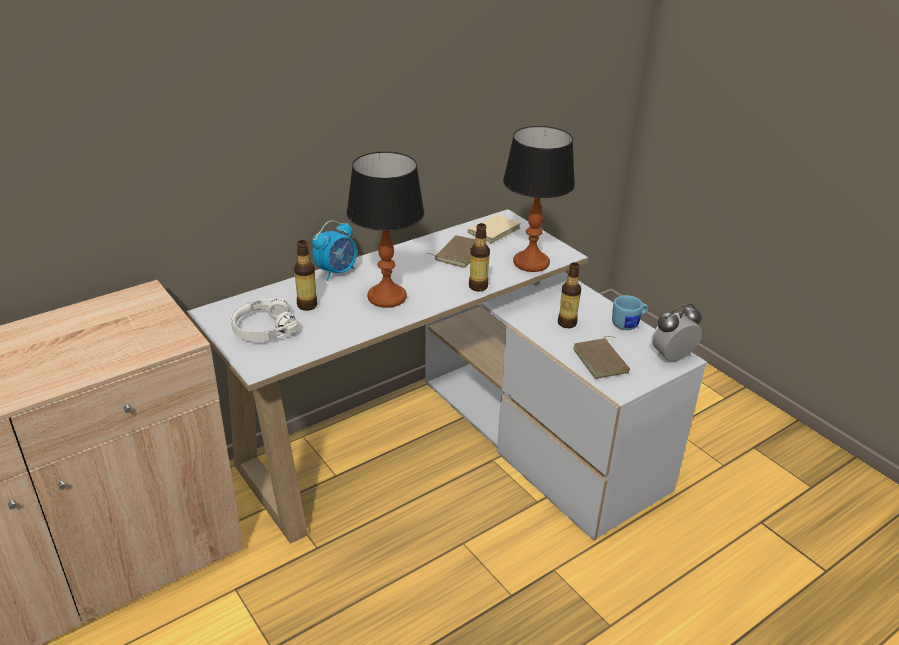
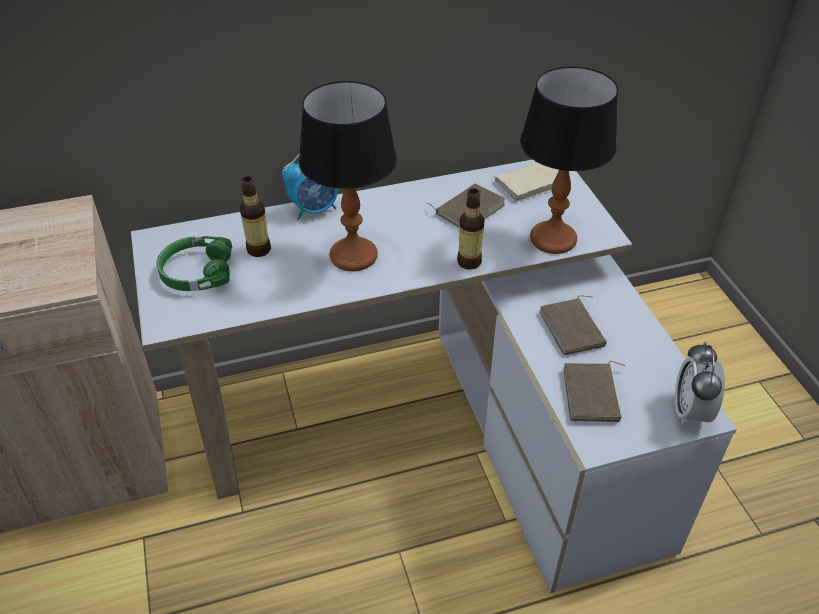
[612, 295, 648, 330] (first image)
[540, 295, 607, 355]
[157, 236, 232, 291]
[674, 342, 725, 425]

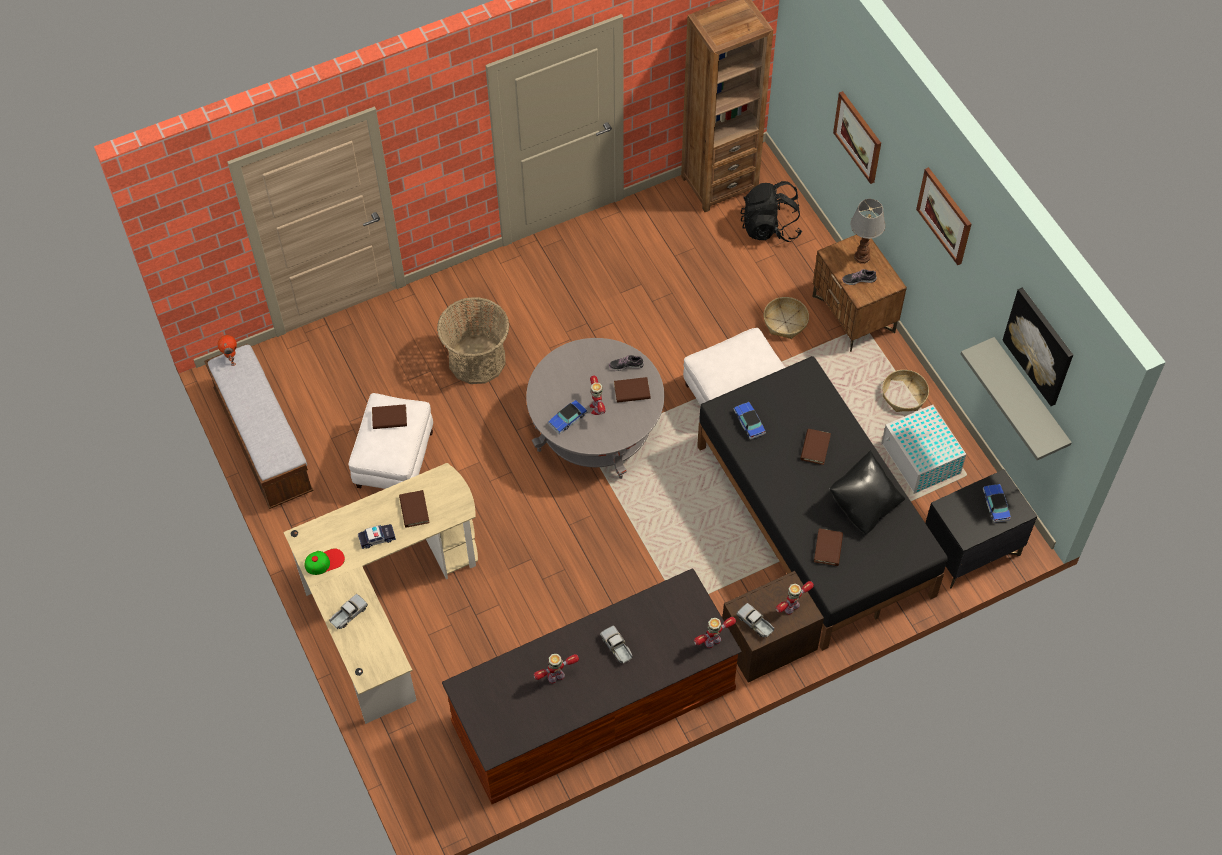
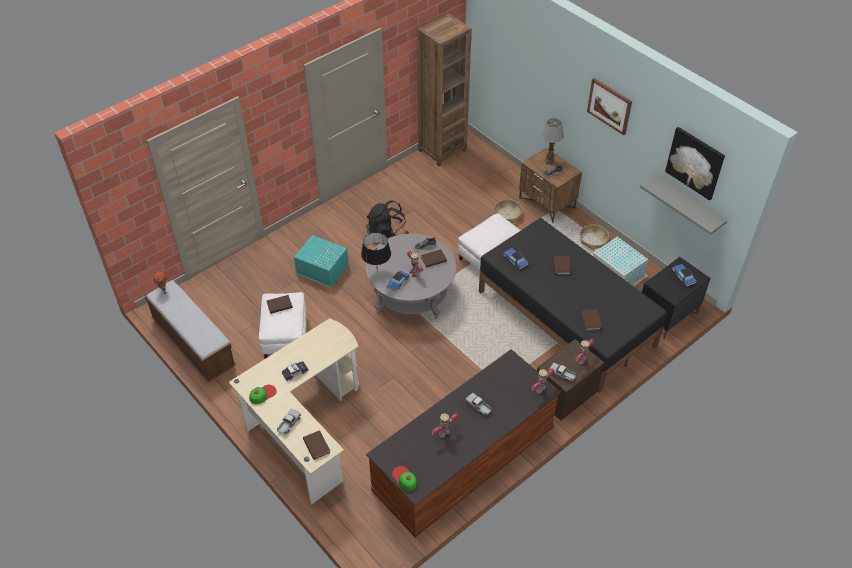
[830, 450, 905, 534] (first image)
[833, 91, 881, 184] (first image)
[361, 232, 391, 265]
[392, 466, 417, 491]
[303, 430, 330, 460]
[366, 200, 409, 239]
[294, 235, 349, 287]

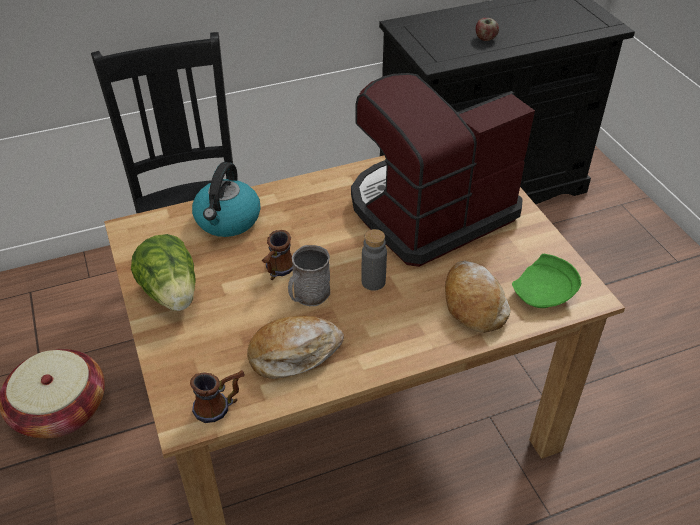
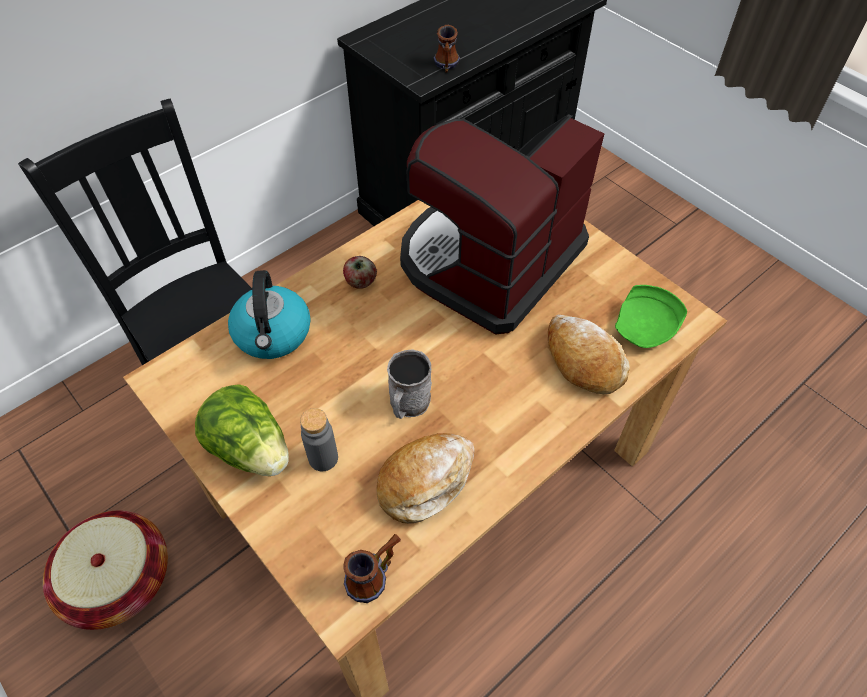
[434, 25, 460, 72]
[300, 408, 338, 471]
[343, 256, 377, 289]

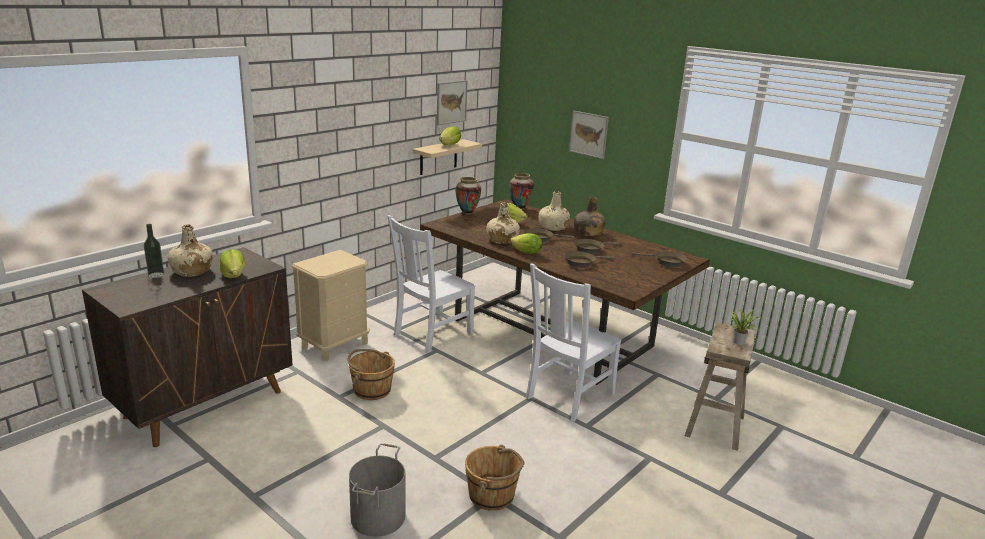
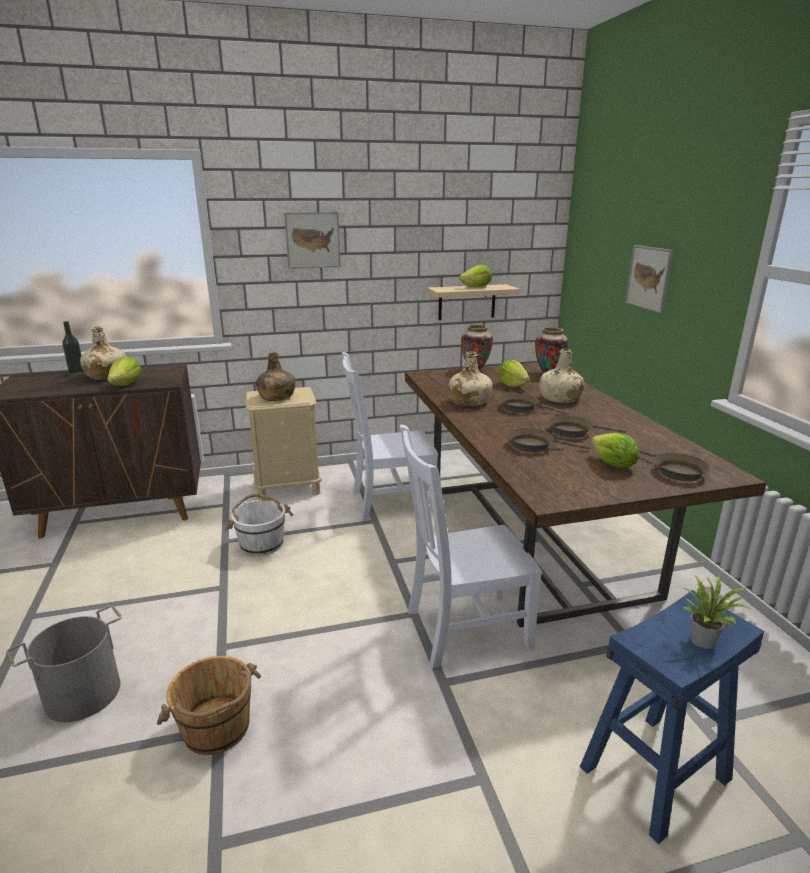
[284, 212, 341, 269]
[592, 433, 639, 468]
[256, 352, 295, 401]
[225, 494, 293, 556]
[580, 590, 764, 844]

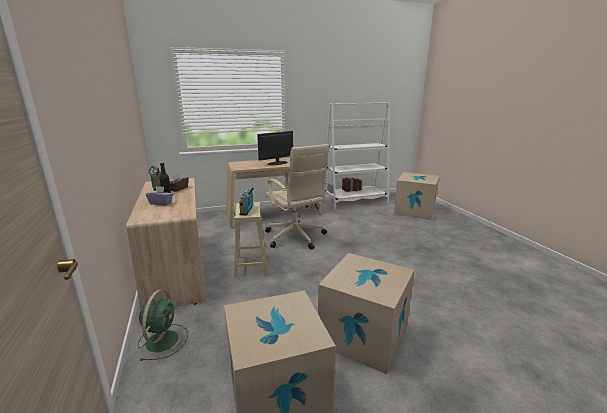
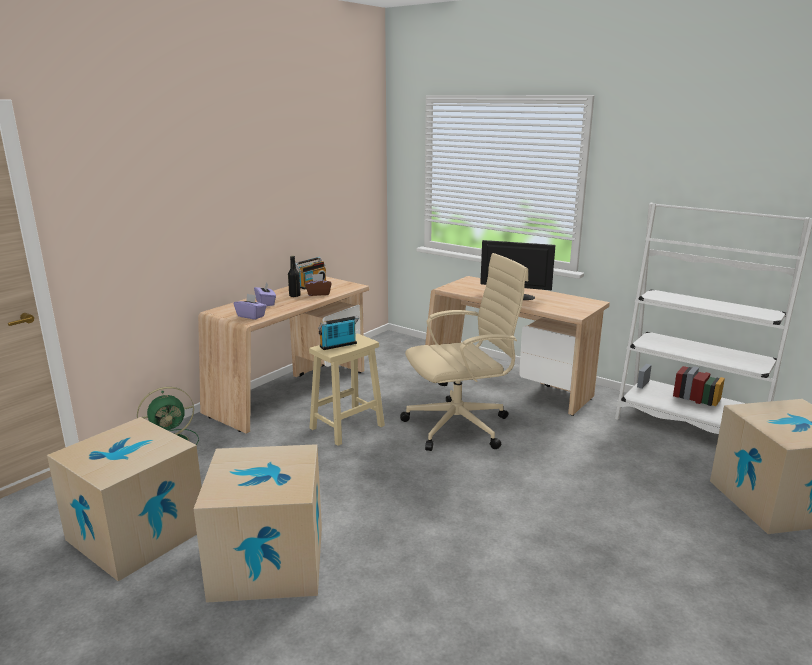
[234, 294, 267, 320]
[400, 253, 528, 451]

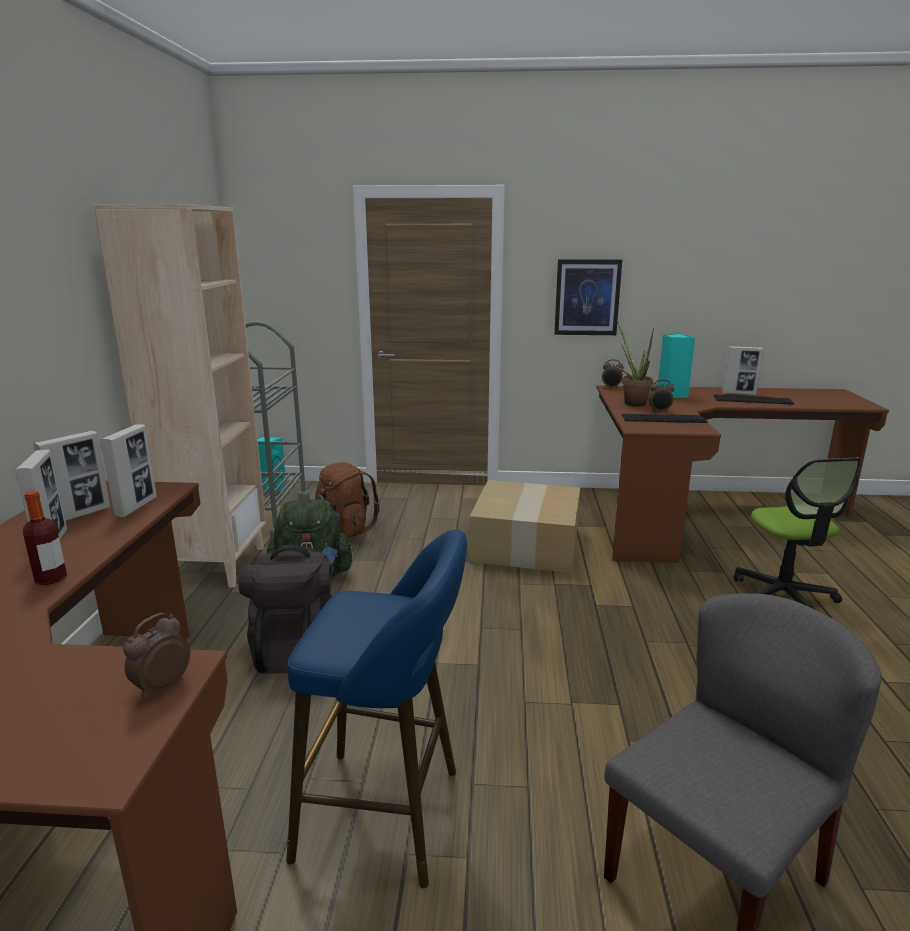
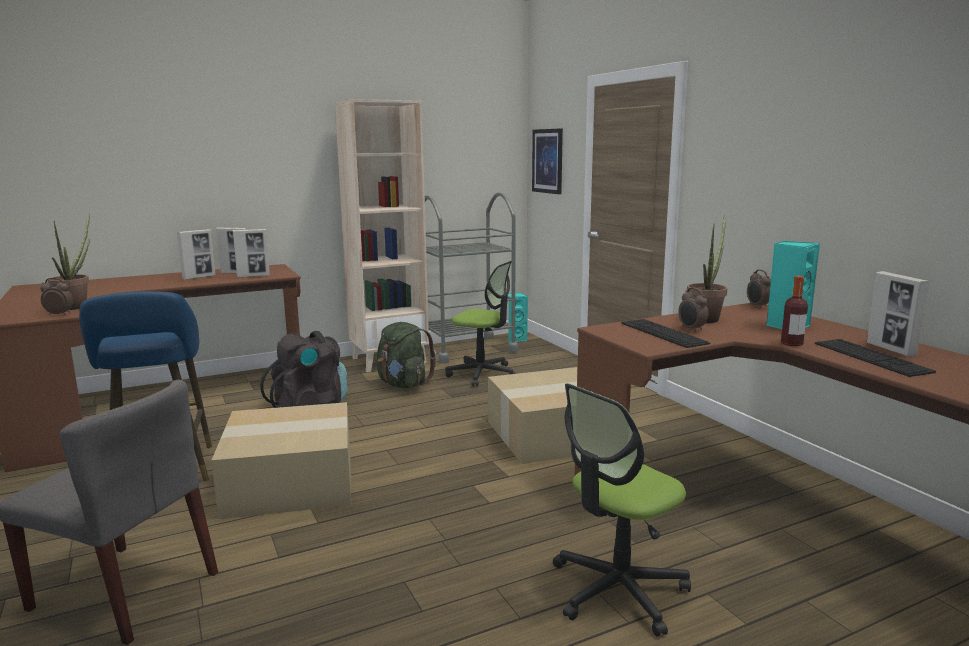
[48, 214, 90, 310]
[211, 402, 351, 519]
[781, 276, 808, 346]
[532, 128, 563, 194]
[445, 261, 516, 387]

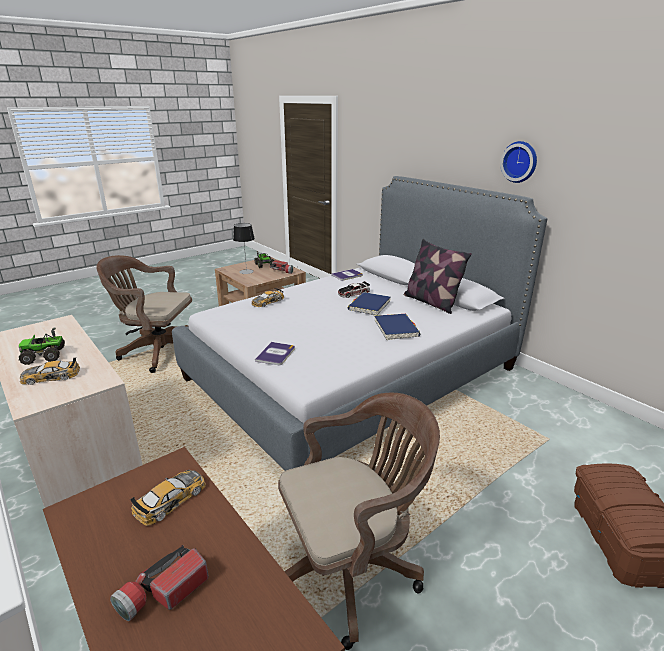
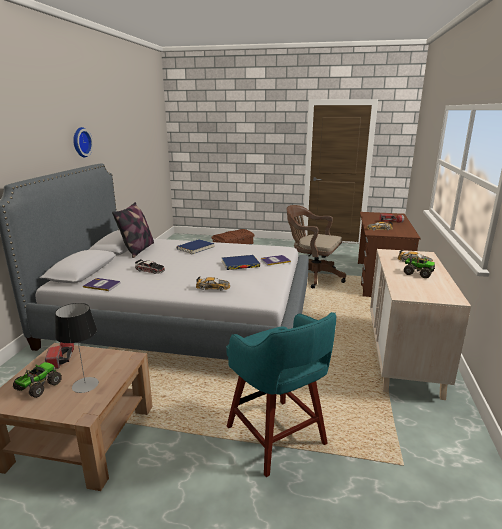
[222, 255, 260, 270]
[226, 312, 336, 477]

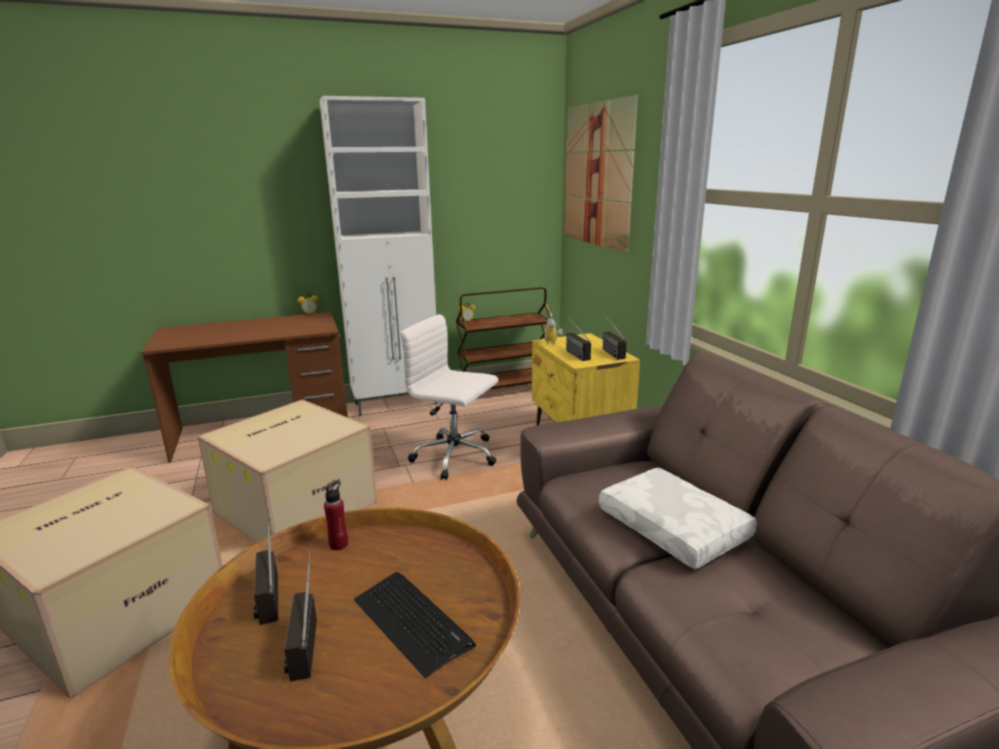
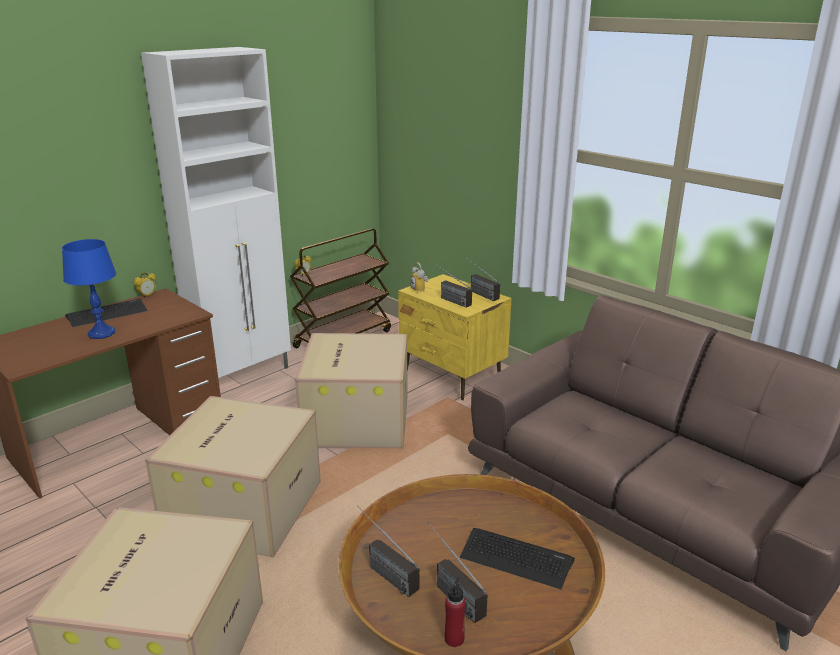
[564, 95, 638, 252] (first image)
[599, 467, 757, 569] (first image)
[62, 239, 116, 339]
[65, 299, 147, 327]
[444, 577, 466, 647]
[295, 333, 408, 448]

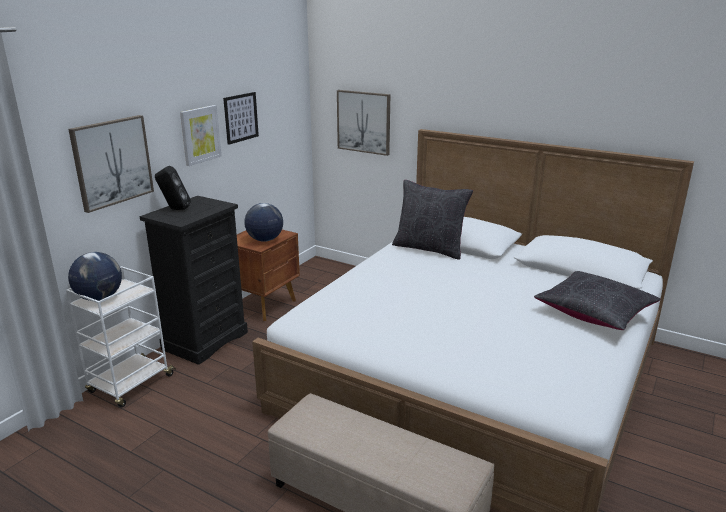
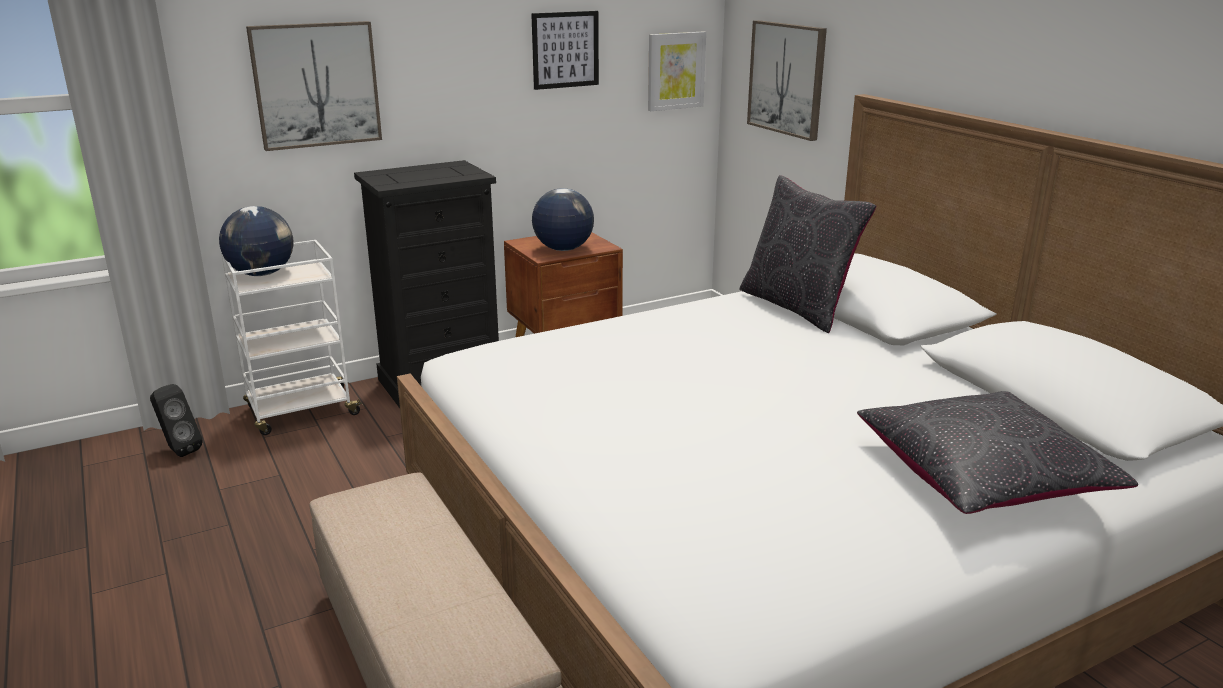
[150, 384, 203, 457]
[648, 32, 706, 111]

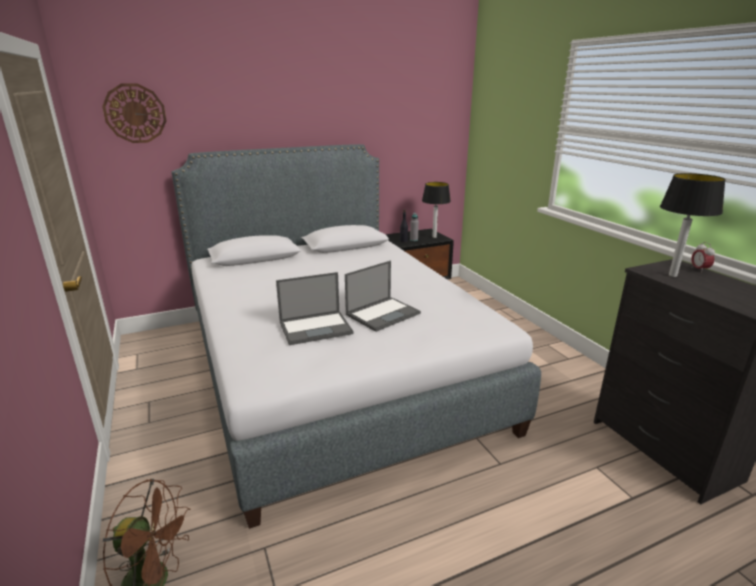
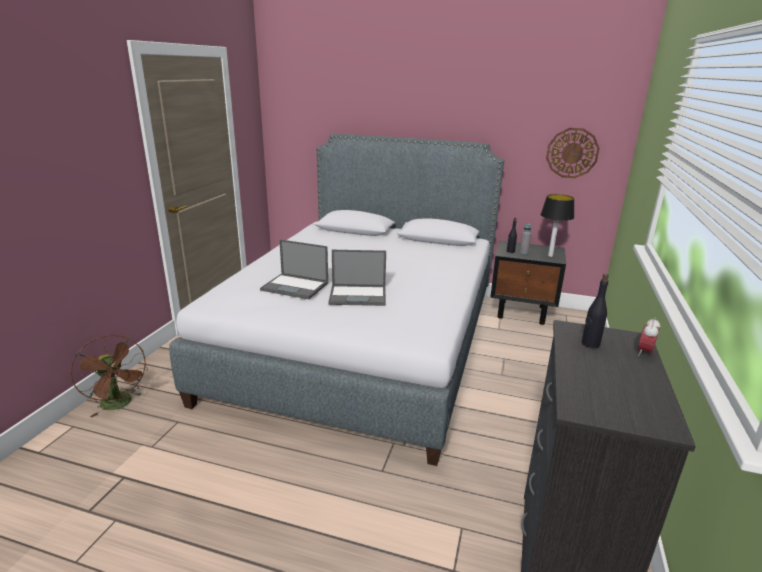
[546, 128, 600, 178]
[582, 274, 609, 348]

